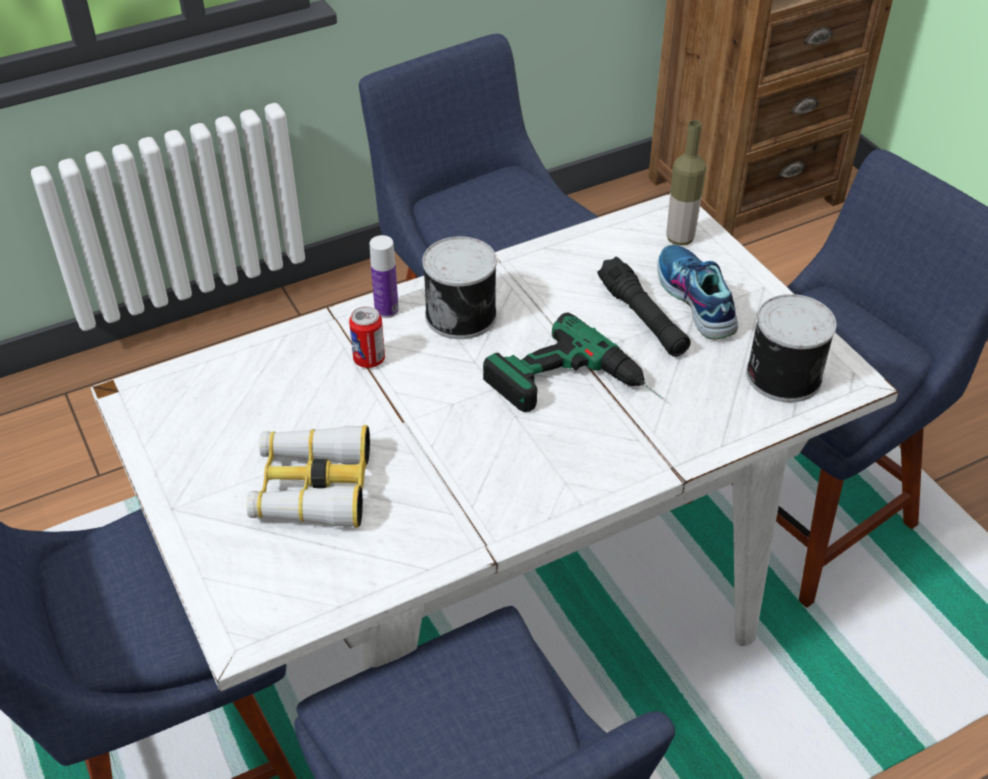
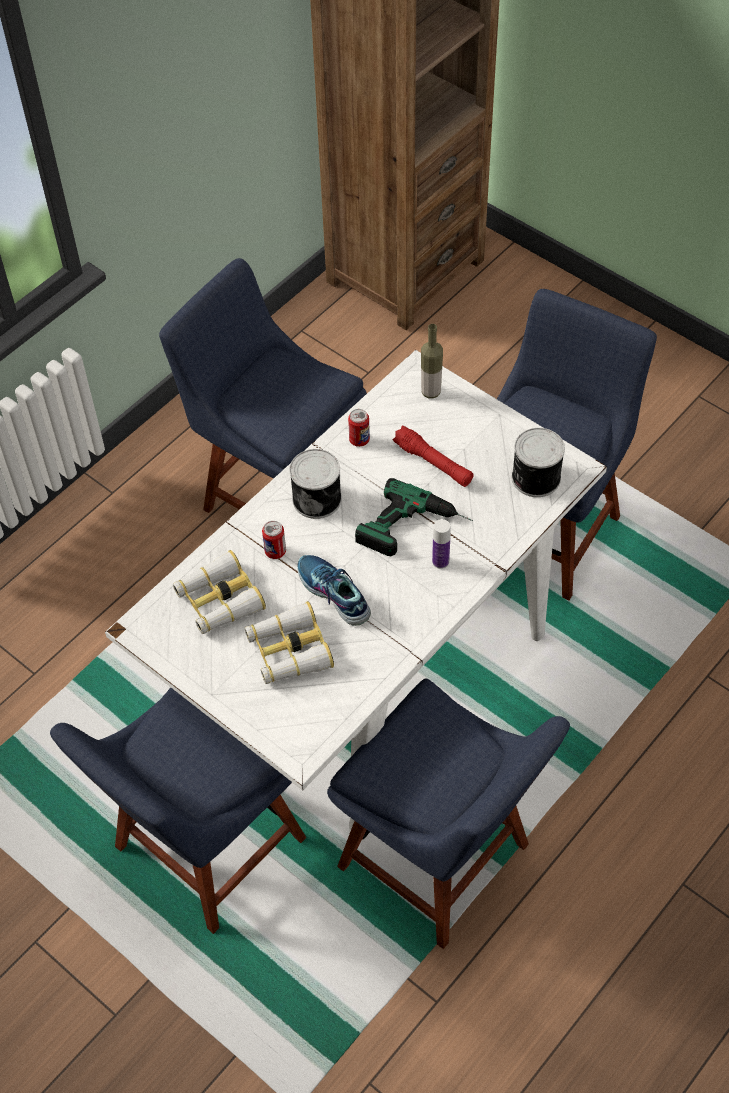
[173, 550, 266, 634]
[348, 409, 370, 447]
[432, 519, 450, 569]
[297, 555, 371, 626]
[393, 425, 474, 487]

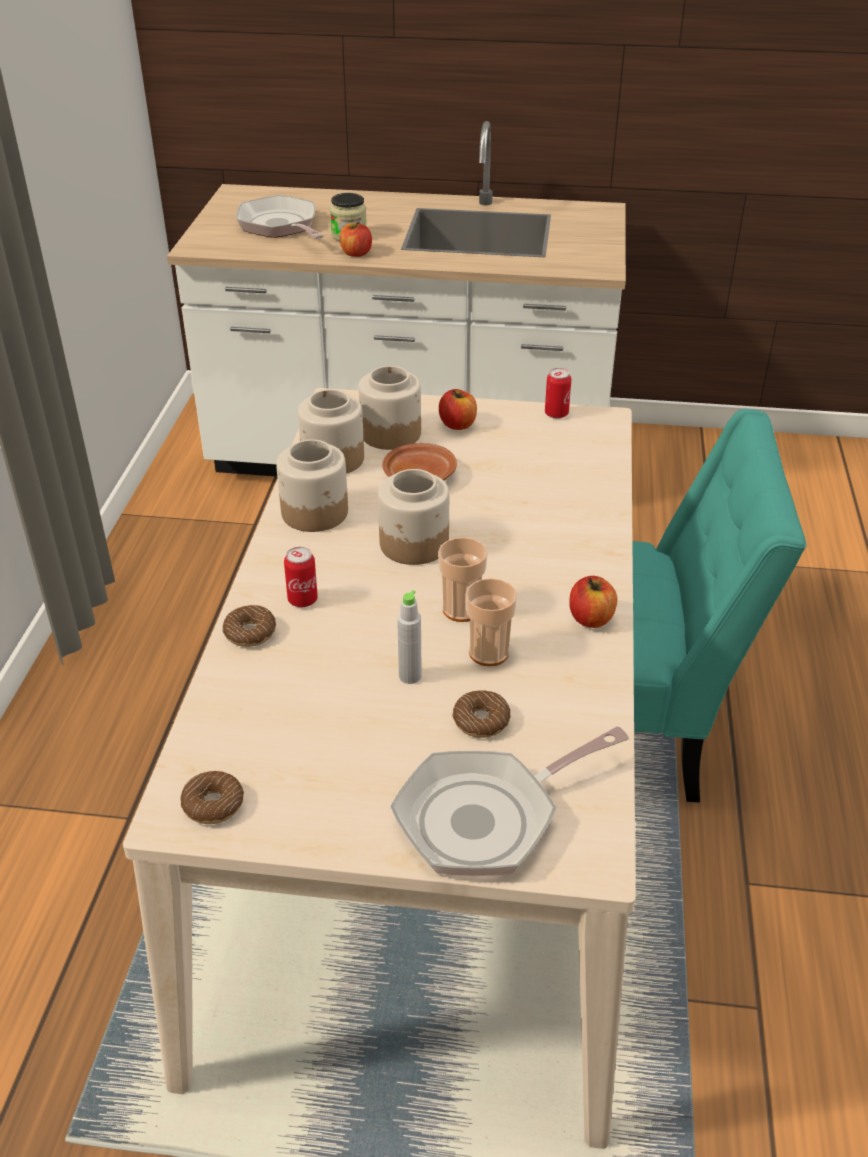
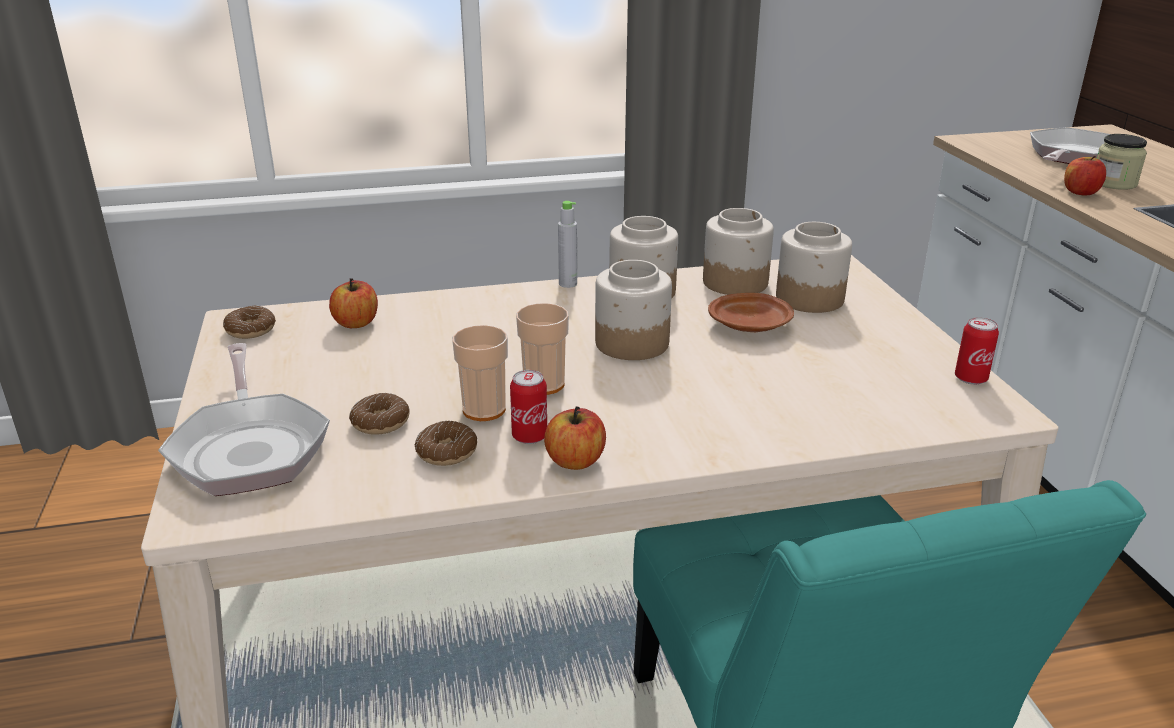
[415, 421, 477, 466]
[510, 370, 547, 444]
[558, 201, 577, 288]
[329, 278, 378, 328]
[158, 343, 330, 496]

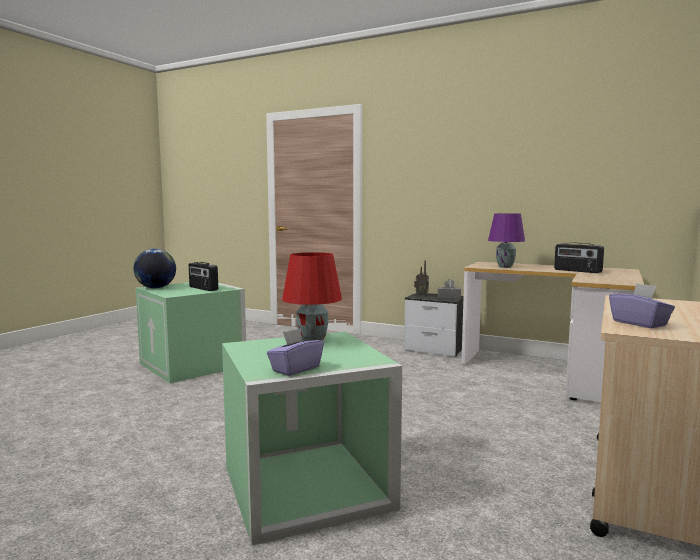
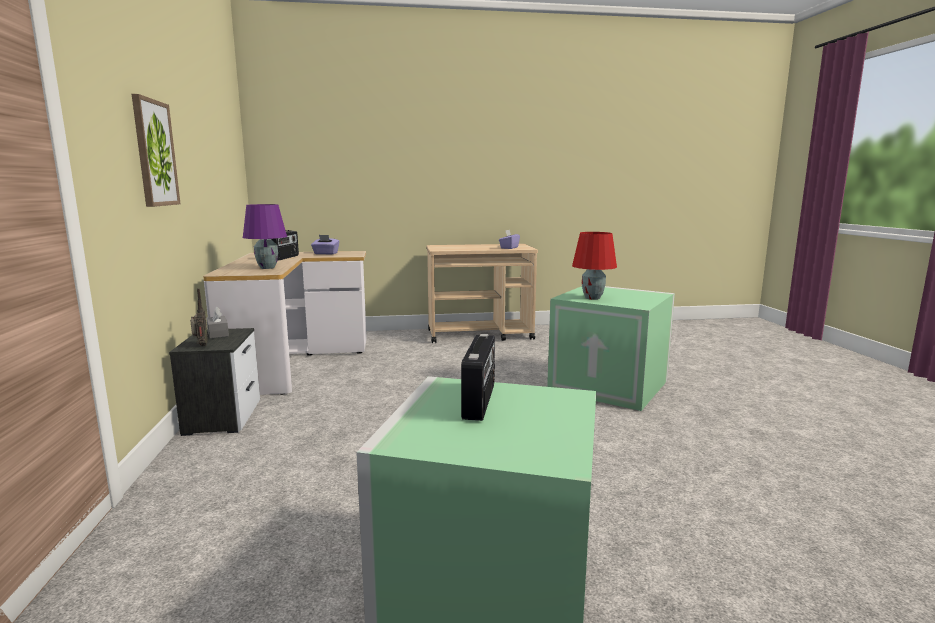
[133, 249, 176, 289] (first image)
[132, 94, 180, 207]
[311, 235, 340, 255]

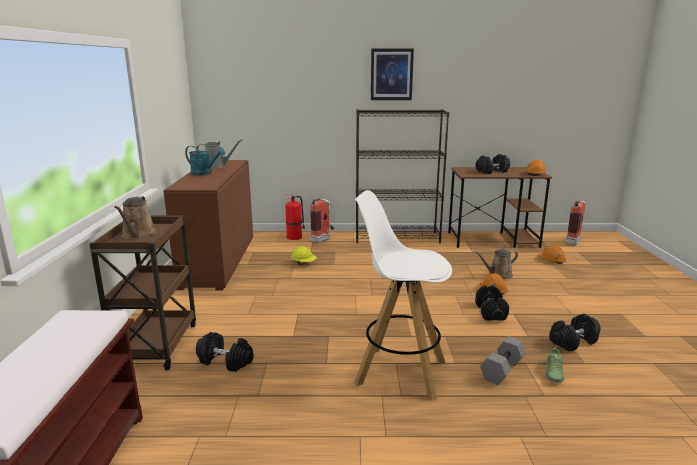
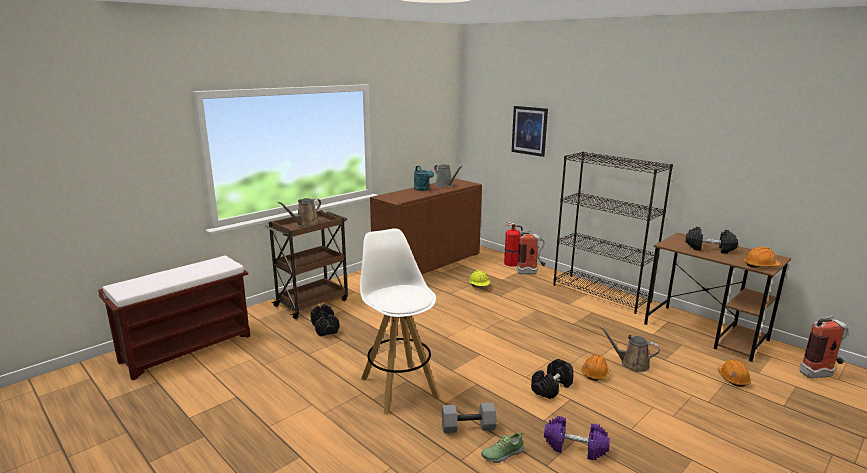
[511, 106, 548, 157]
[544, 416, 610, 460]

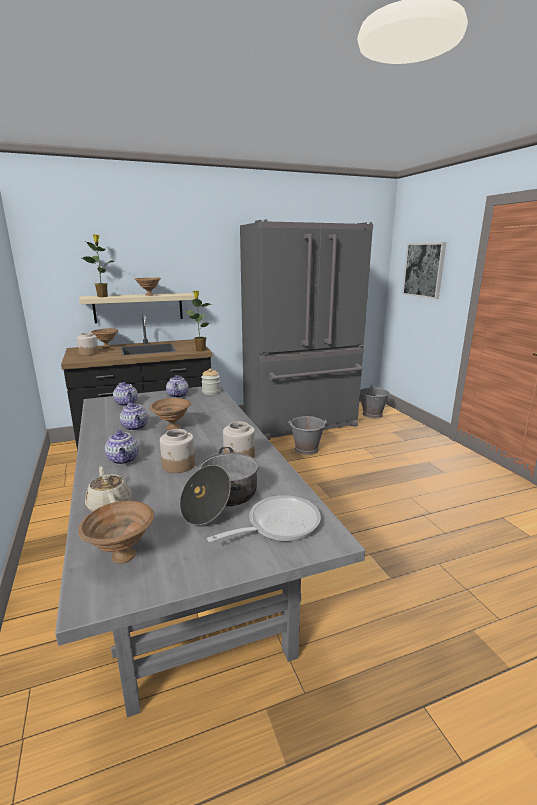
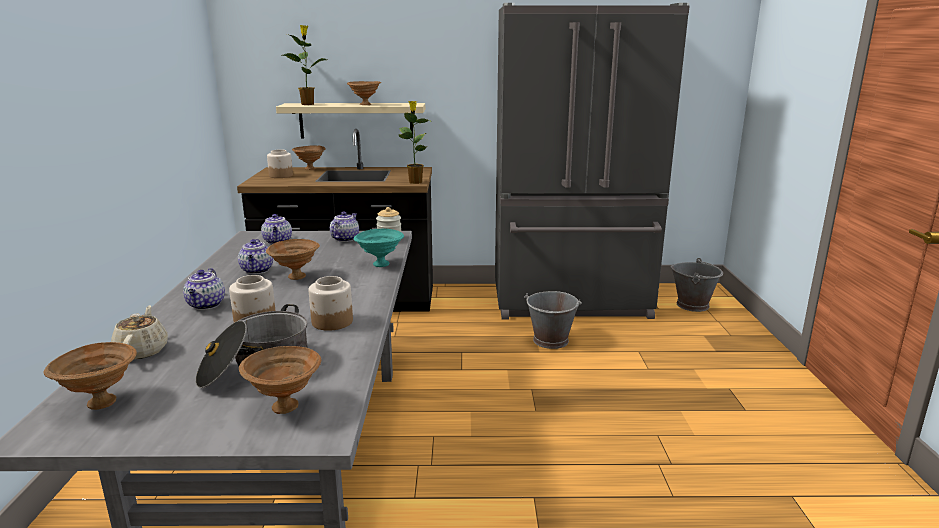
[402, 242, 446, 299] (first image)
[354, 229, 404, 267]
[239, 346, 321, 414]

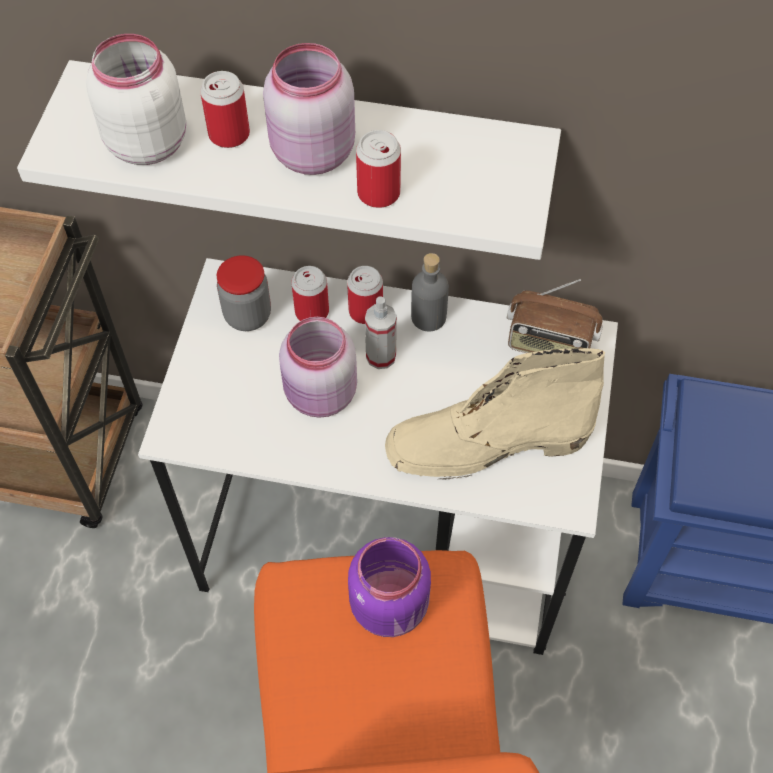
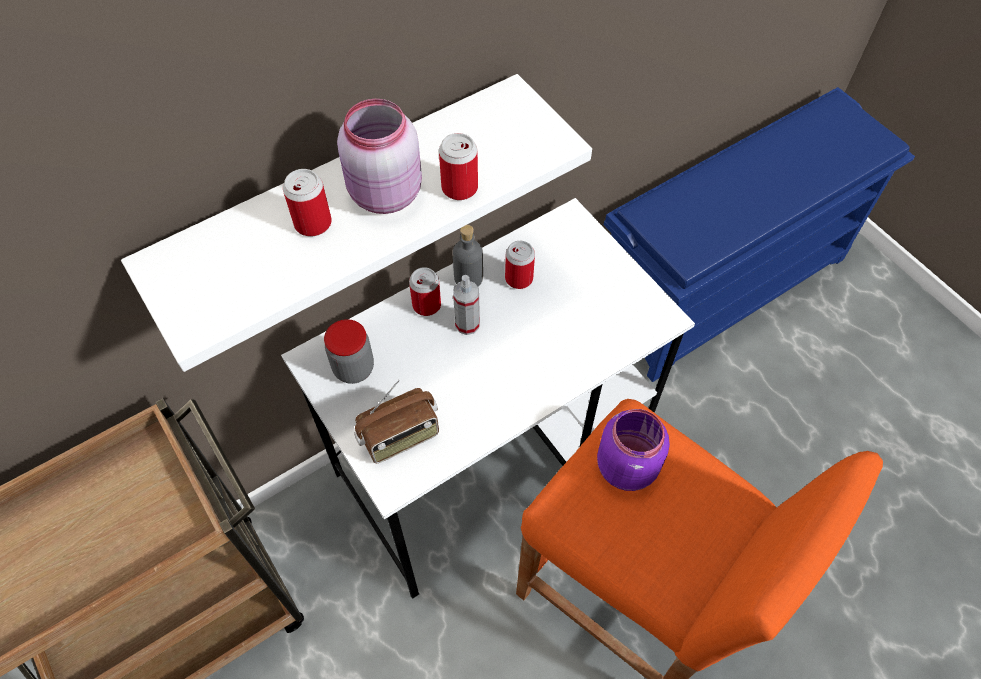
[86, 34, 186, 165] (first image)
[279, 317, 357, 418] (first image)
[385, 348, 605, 480] (first image)
[505, 241, 535, 289]
[354, 380, 439, 463]

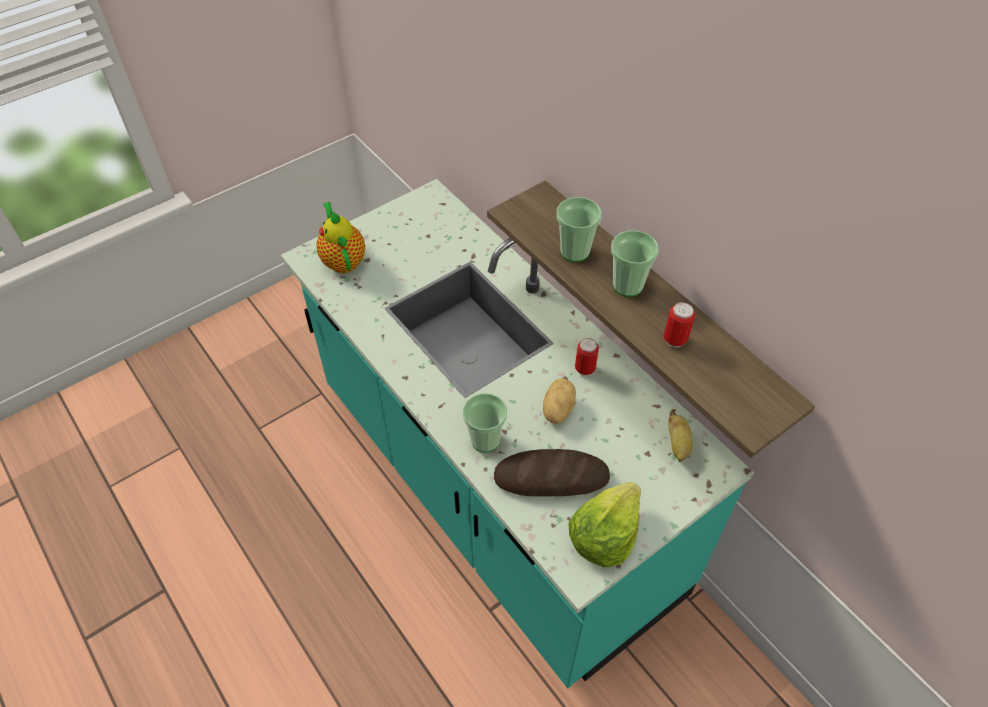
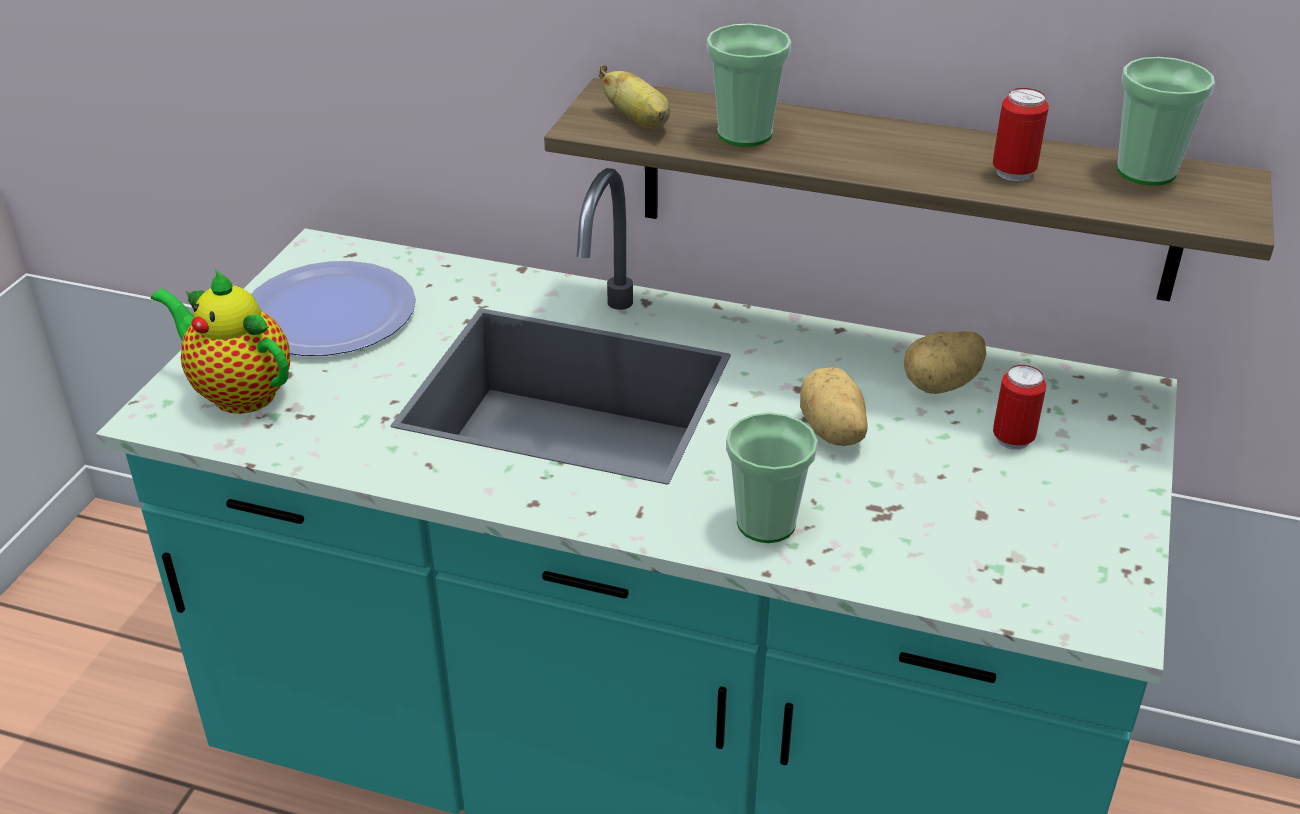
[494, 449, 610, 497] (first image)
[568, 482, 641, 567] (first image)
[251, 261, 416, 356]
[904, 331, 986, 394]
[993, 365, 1046, 450]
[1117, 57, 1215, 186]
[599, 65, 670, 129]

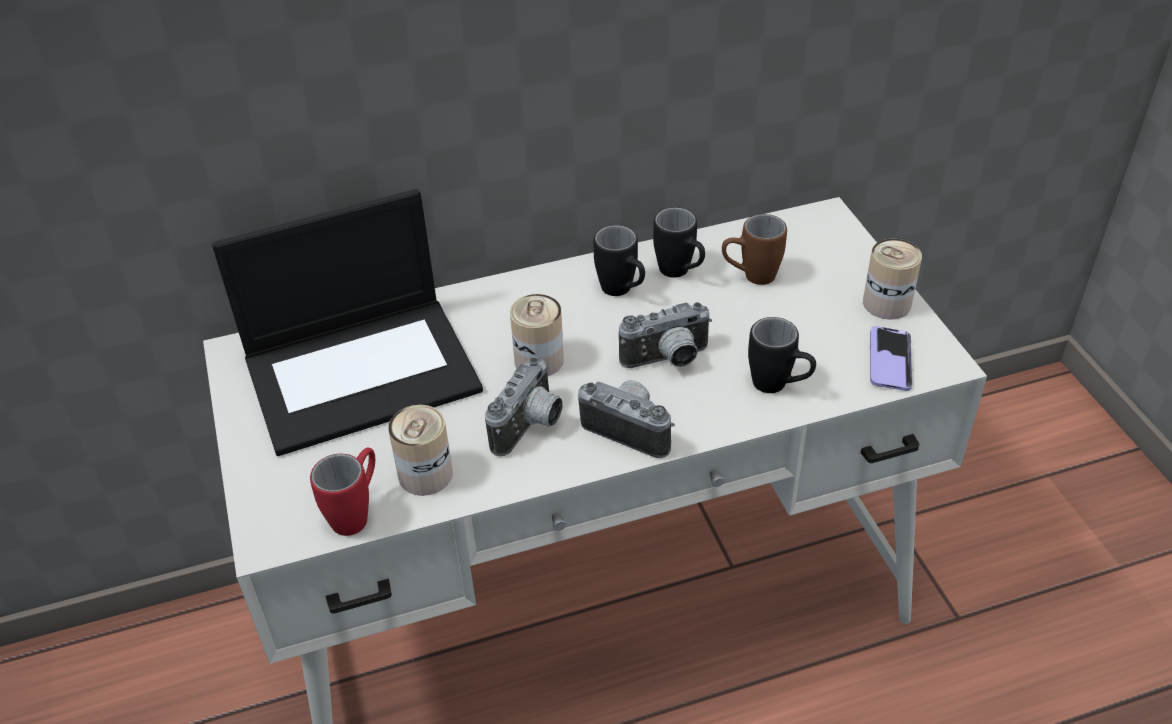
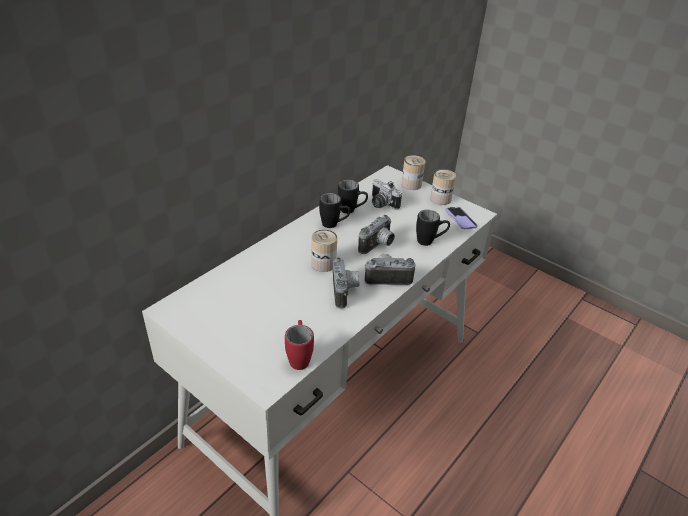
[212, 189, 483, 456] (first image)
[401, 155, 425, 190]
[372, 179, 402, 210]

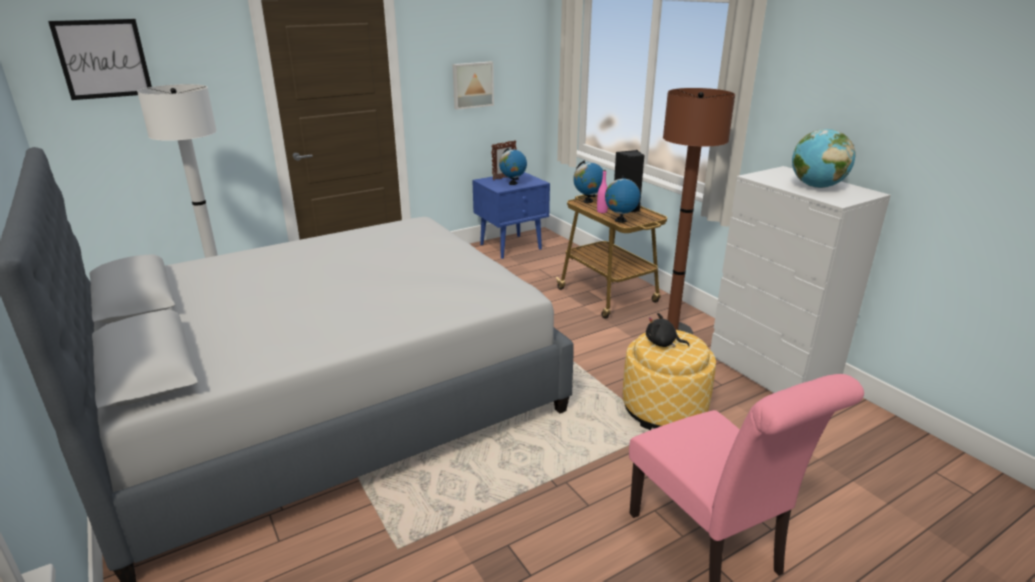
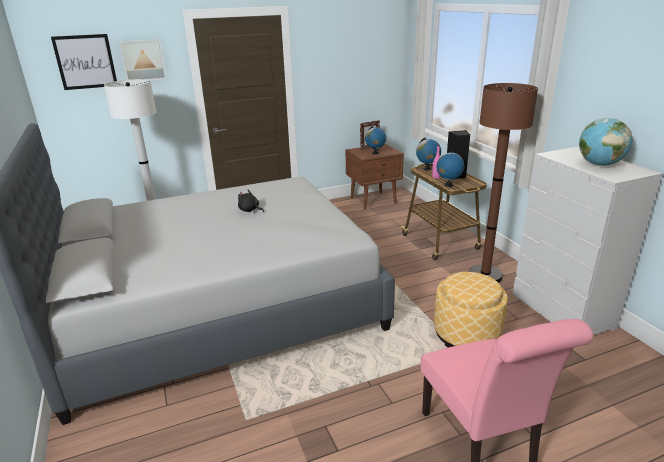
[119, 39, 167, 80]
[238, 190, 264, 213]
[346, 144, 404, 210]

